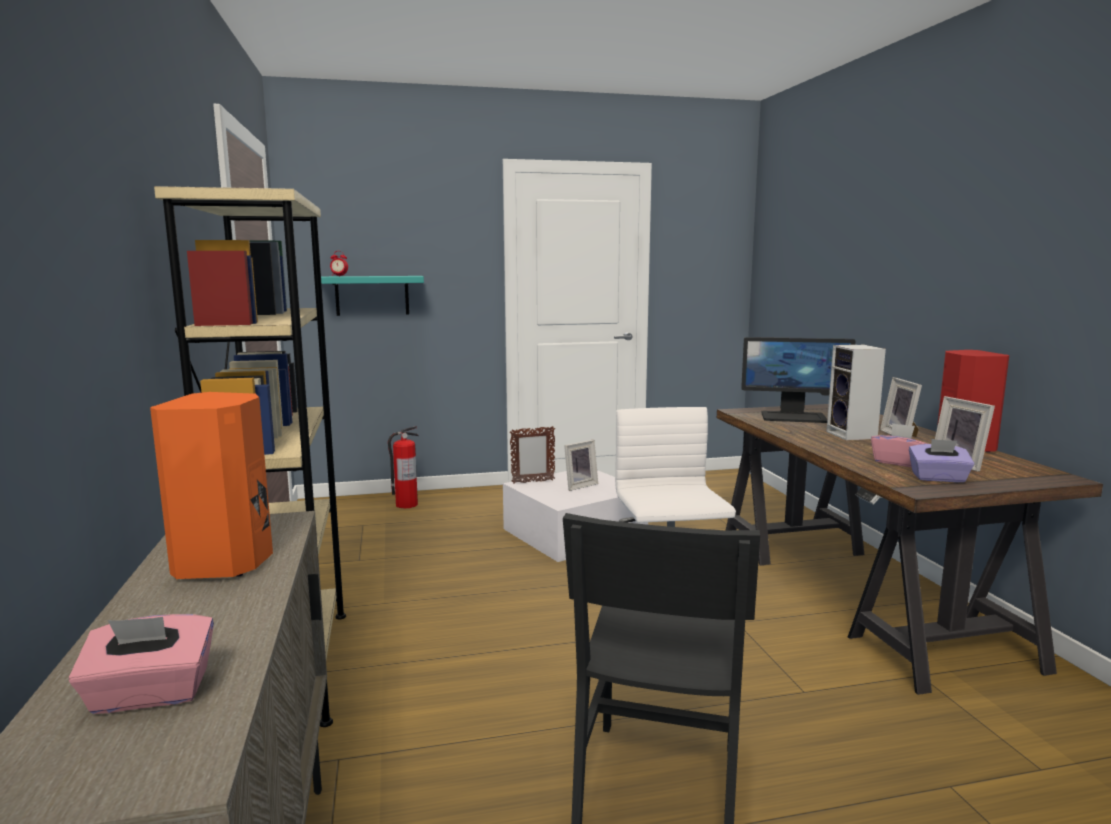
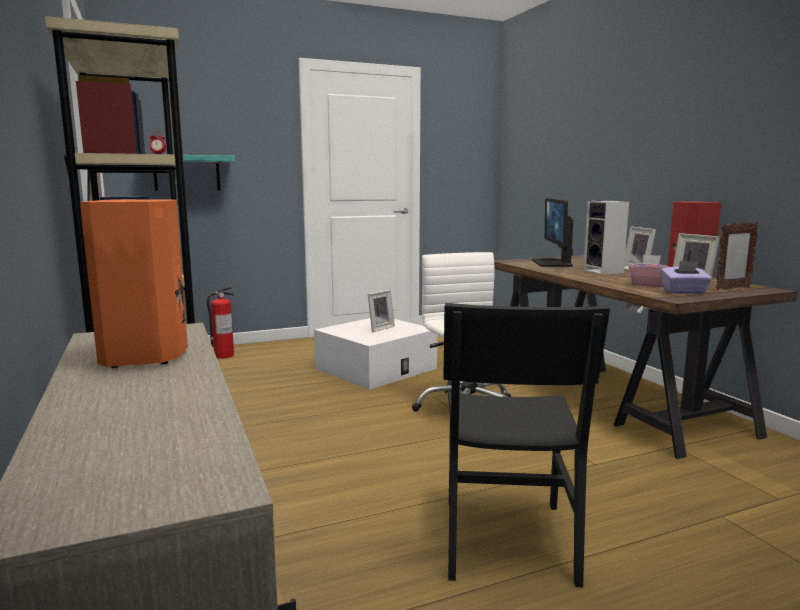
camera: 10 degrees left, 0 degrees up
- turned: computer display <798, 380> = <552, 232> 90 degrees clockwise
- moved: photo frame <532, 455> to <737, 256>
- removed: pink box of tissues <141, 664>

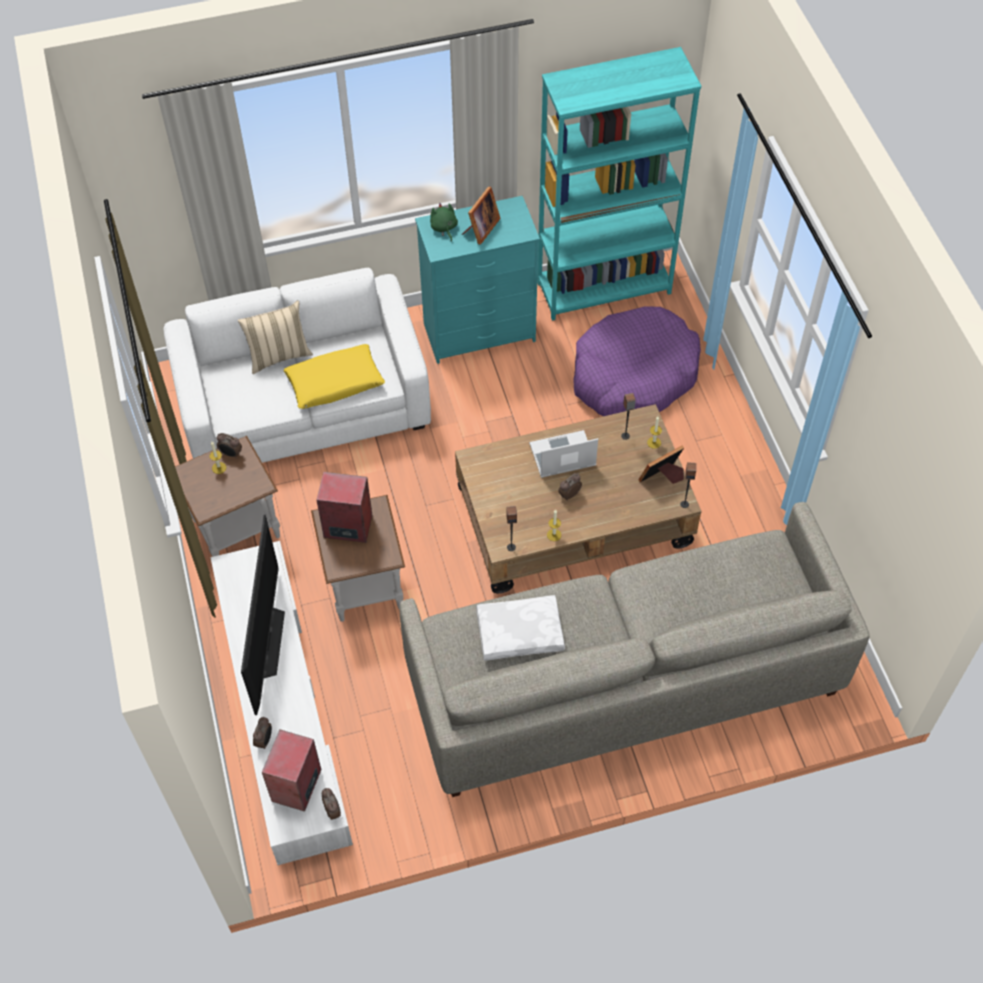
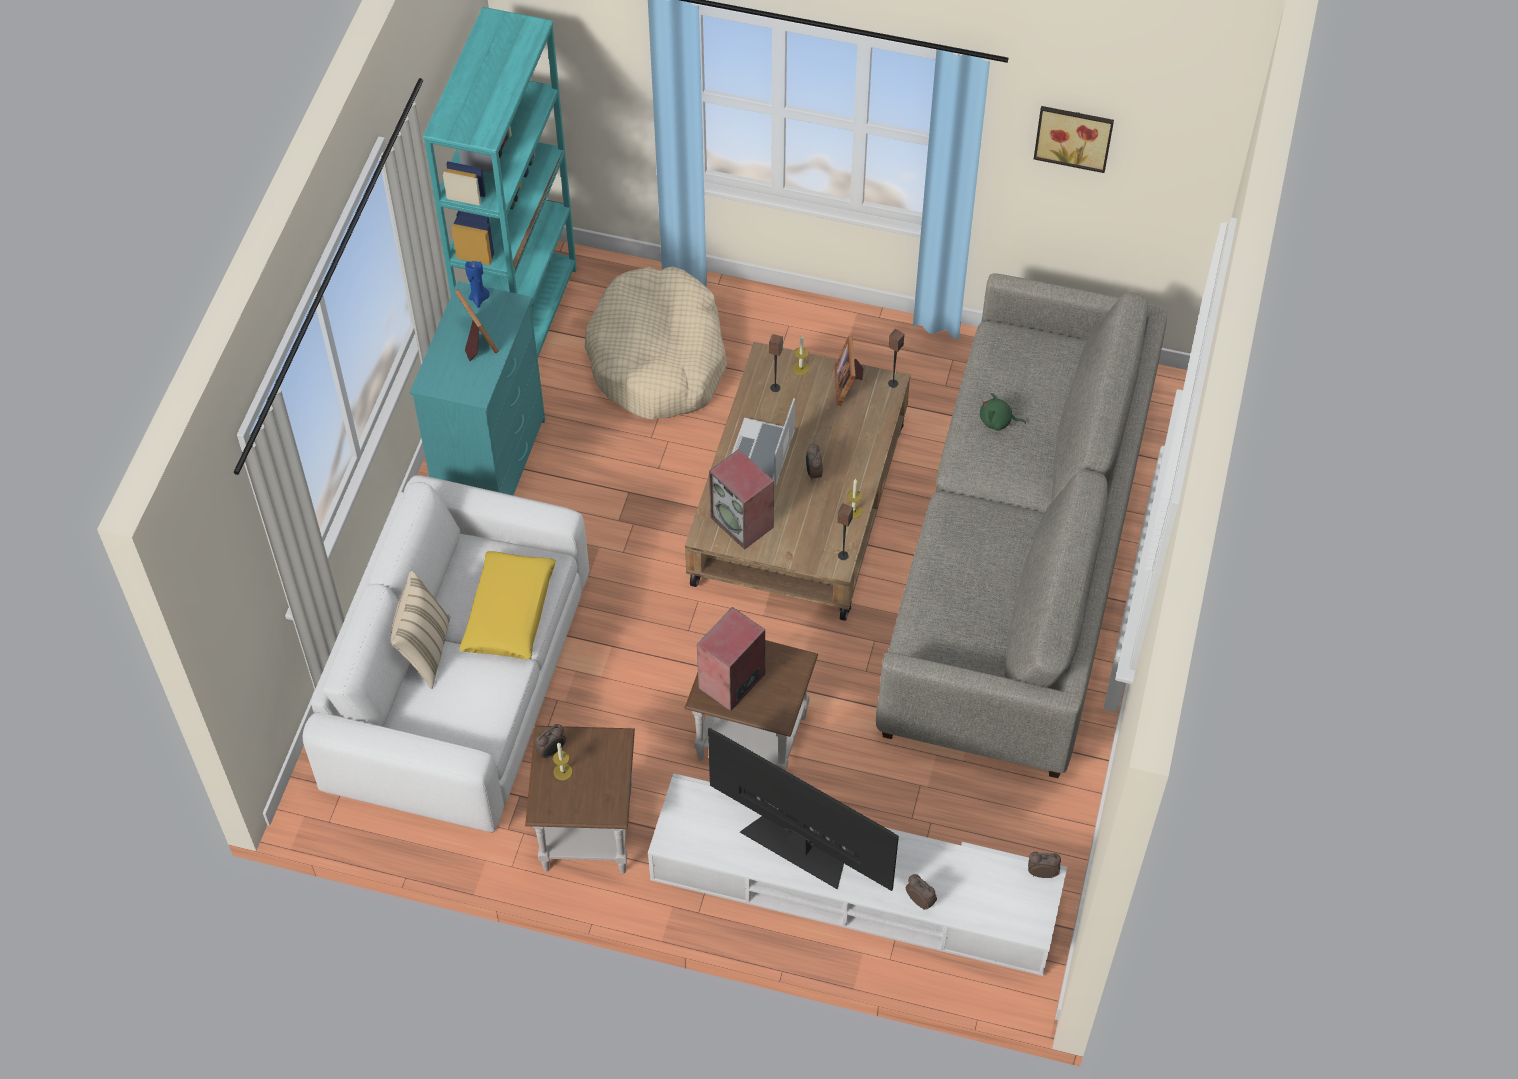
camera: 60 degrees left, 0 degrees up
- added: bluish wax light <477, 284>
- recoloured: purple dog cushion <637, 361> to beige-coloured dog cushion <656, 343>
- moved: audio speaker <291, 770> to <741, 499>
- moved: green plush toy <444, 222> to <1003, 412>
- added: wall art <1074, 139>
- removed: white-coloured throw pillow <520, 627>

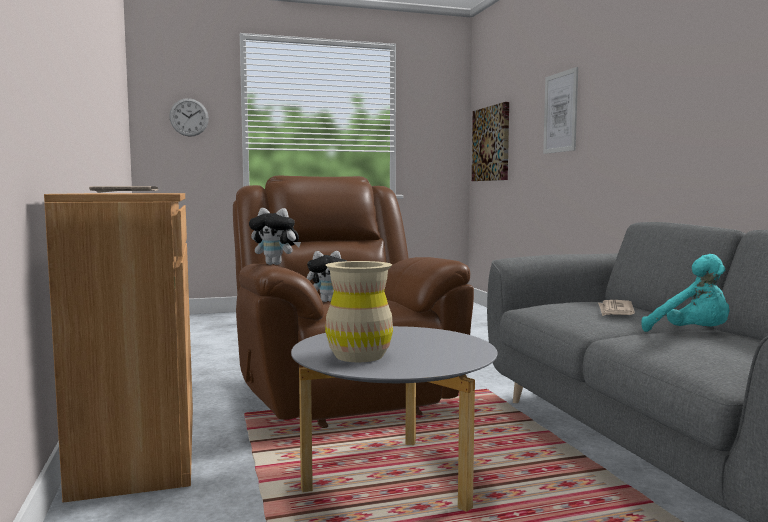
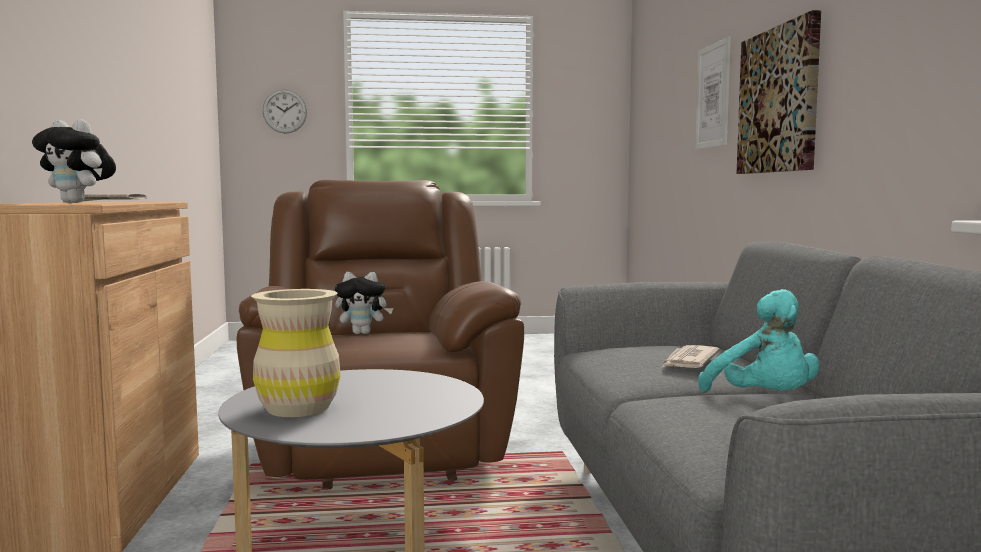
camera: 10 degrees right, 0 degrees up
- moved: plush toy <275, 236> to <74, 161>
- moved: wall art <490, 141> to <779, 92>

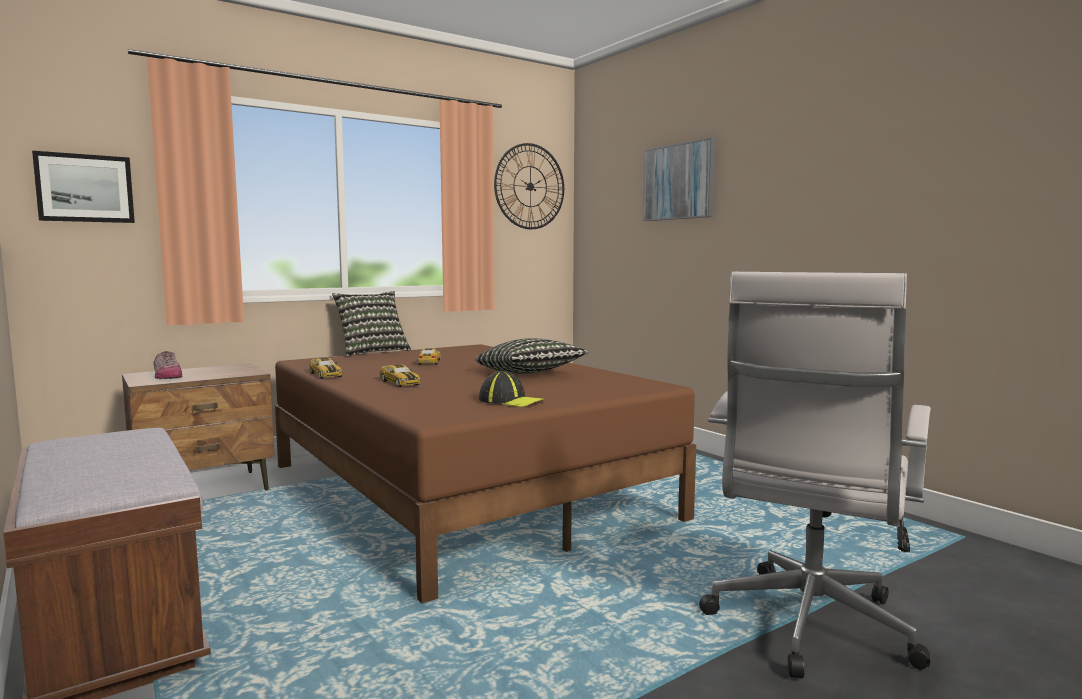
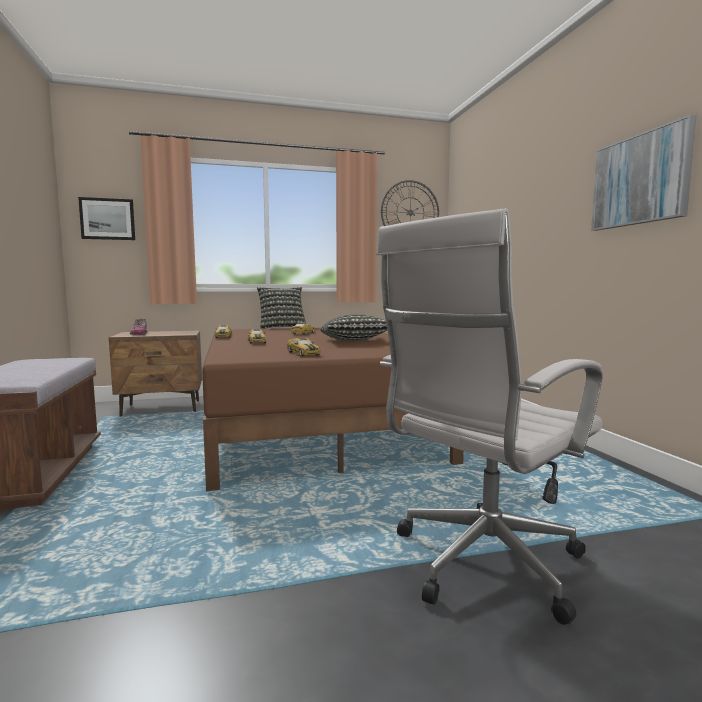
camera: 20 degrees right, 0 degrees up
- replaced: cap <512, 389> to miniature car <303, 347>
- moved: wall art <679, 179> to <644, 172>

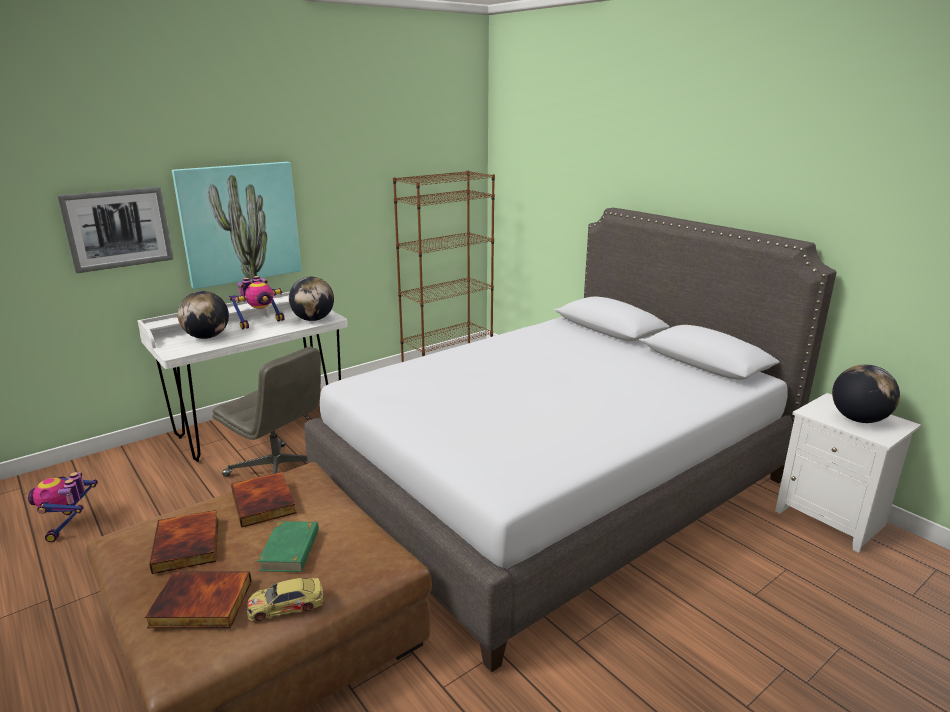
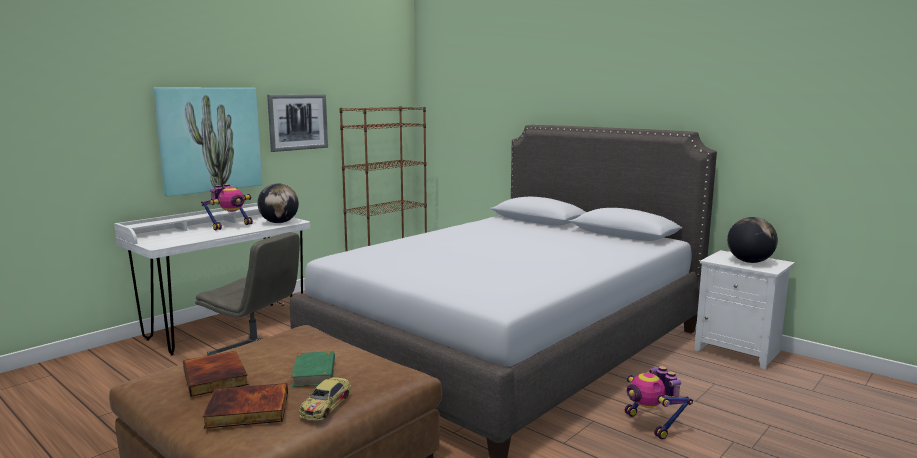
camera: 10 degrees left, 10 degrees down
- moved: wall art <115, 230> to <297, 123>
- turned: miniature car <285, 599> = <325, 398> 45 degrees counterclockwise
- moved: toy robot <63, 507> to <659, 403>
- removed: desk globe <203, 315>
- removed: volume <264, 499>

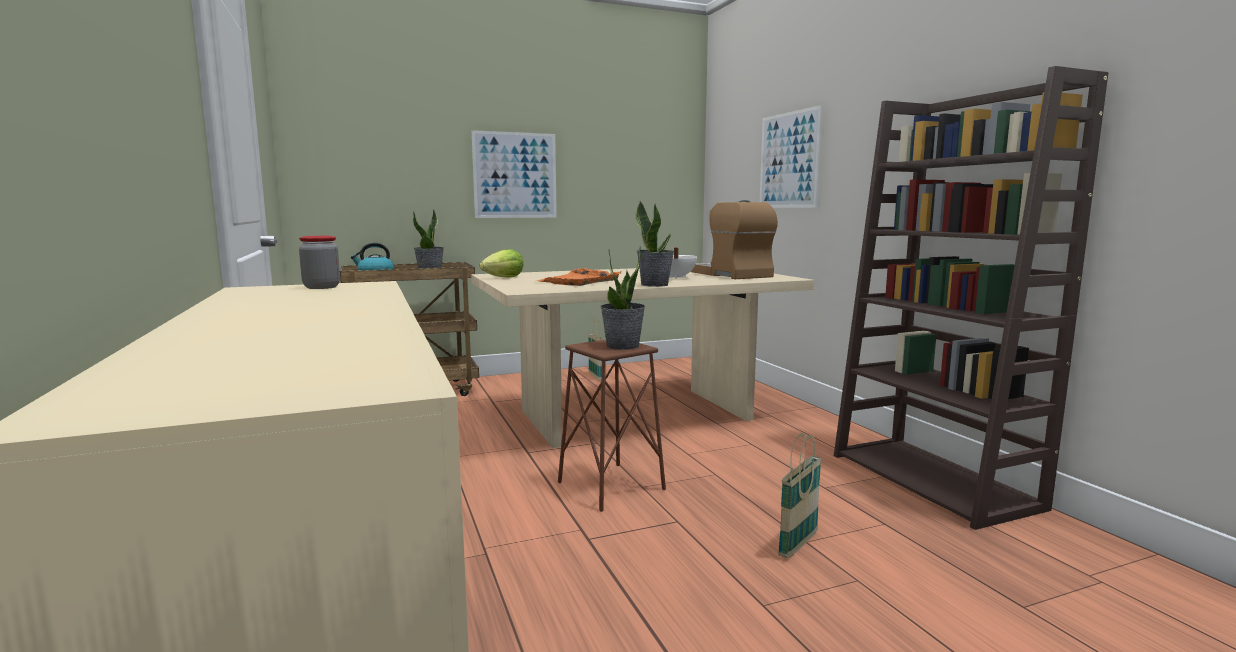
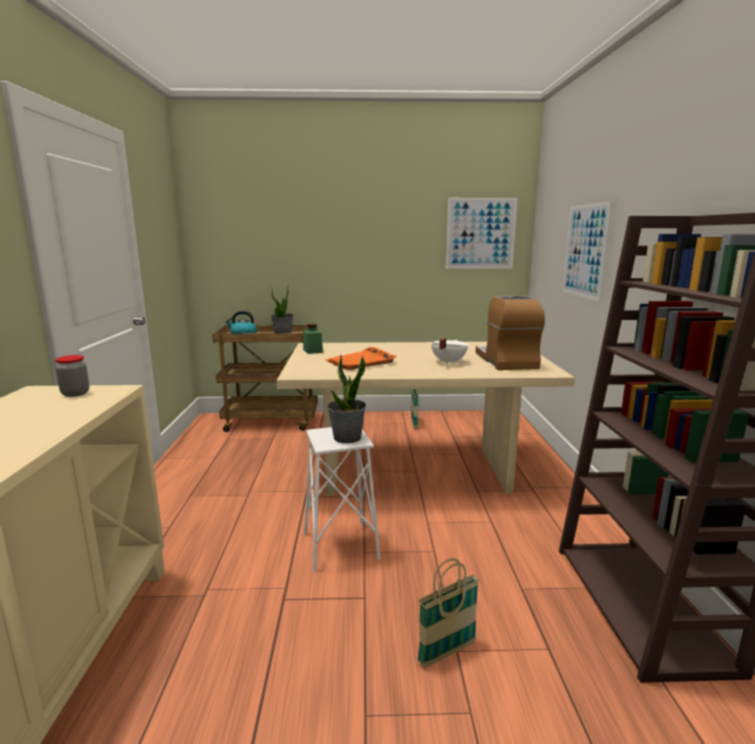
camera: 20 degrees right, 5 degrees up
- replaced: lettuce head <501, 263> to green preserve jar <313, 339>
- recoloured: brownish stool <612, 425> to white-coloured stool <342, 499>
- moved: wall art <514, 174> to <481, 233>
- removed: plant in a pot <655, 244>

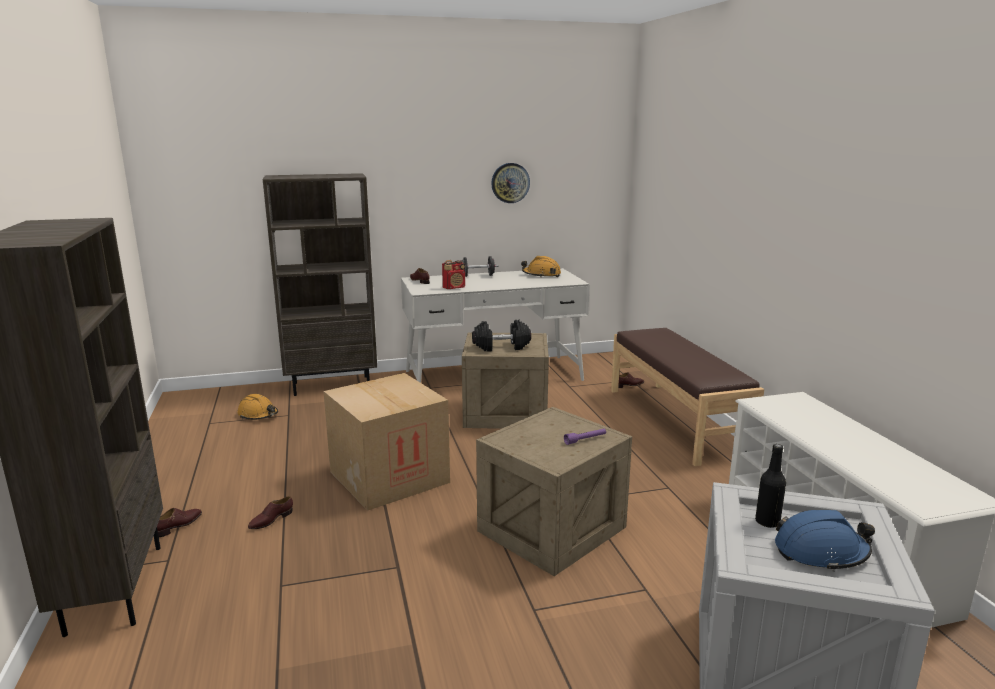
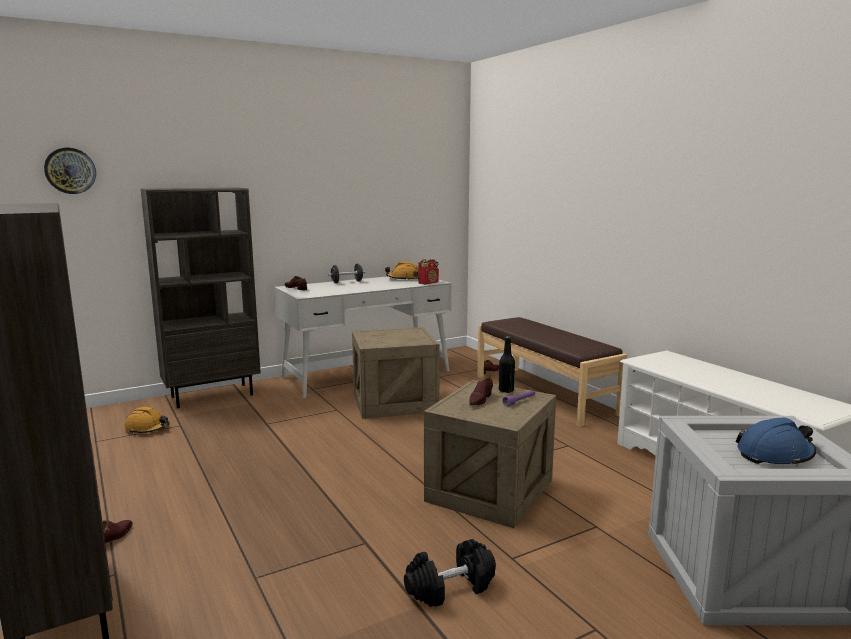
camera: 15 degrees left, 5 degrees down
- moved: hanging clock <510, 183> to <70, 171>
- moved: blackish free weight <501, 336> to <450, 573>
- moved: radio receiver <454, 274> to <429, 271>
- moved: brownish item of footwear <270, 512> to <481, 391>
- moved: blackish beverage bottle <770, 486> to <507, 364>
- removed: carton <386, 442>

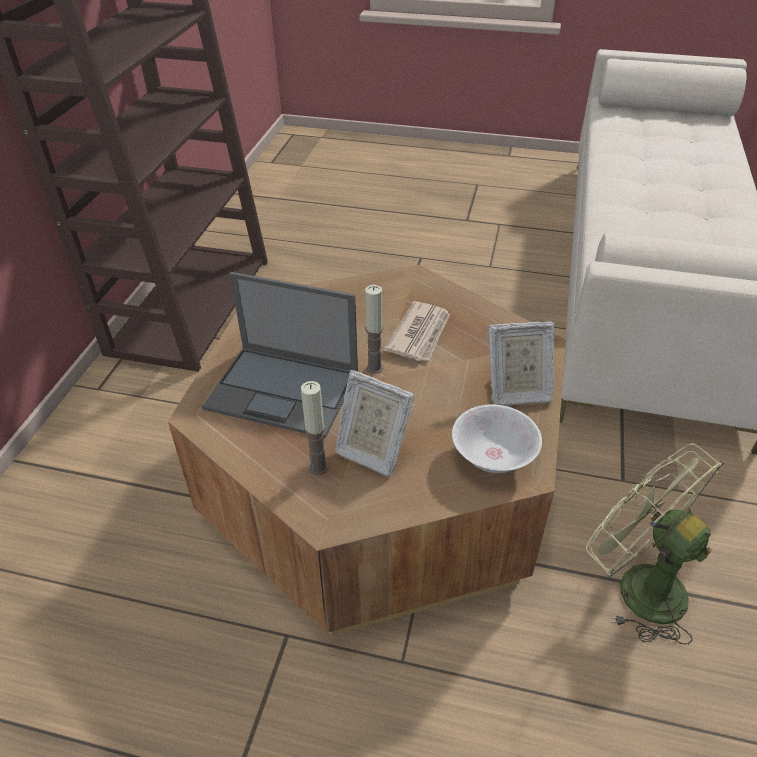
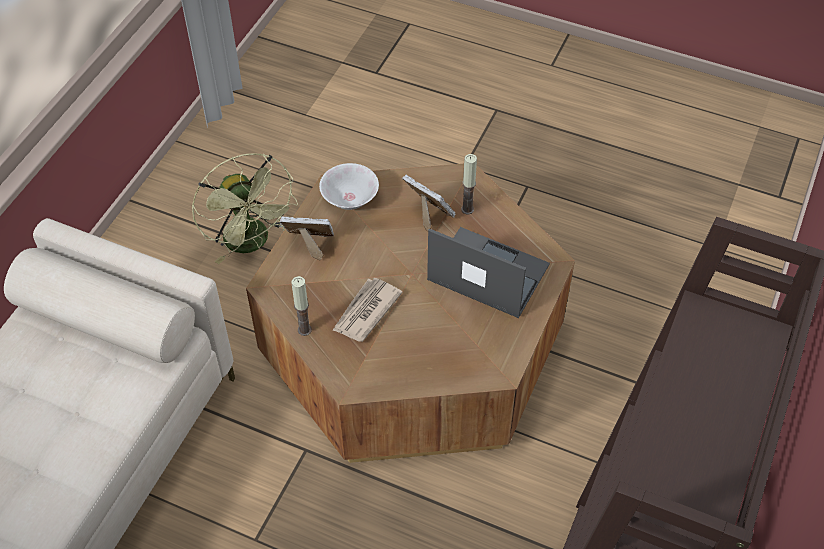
camera: 170 degrees left, 10 degrees up
- moved: wax light <374, 329> to <301, 306>

